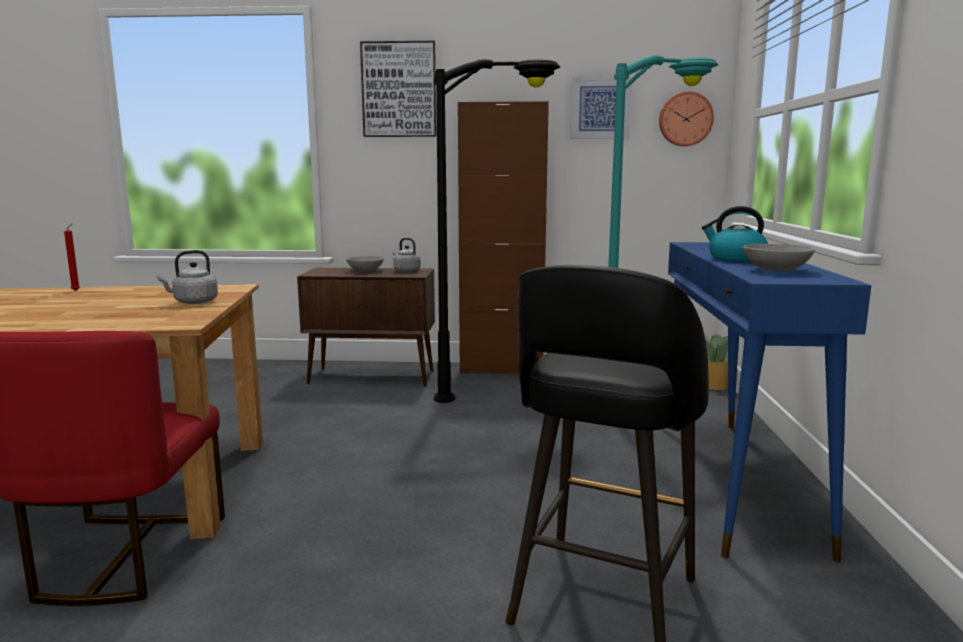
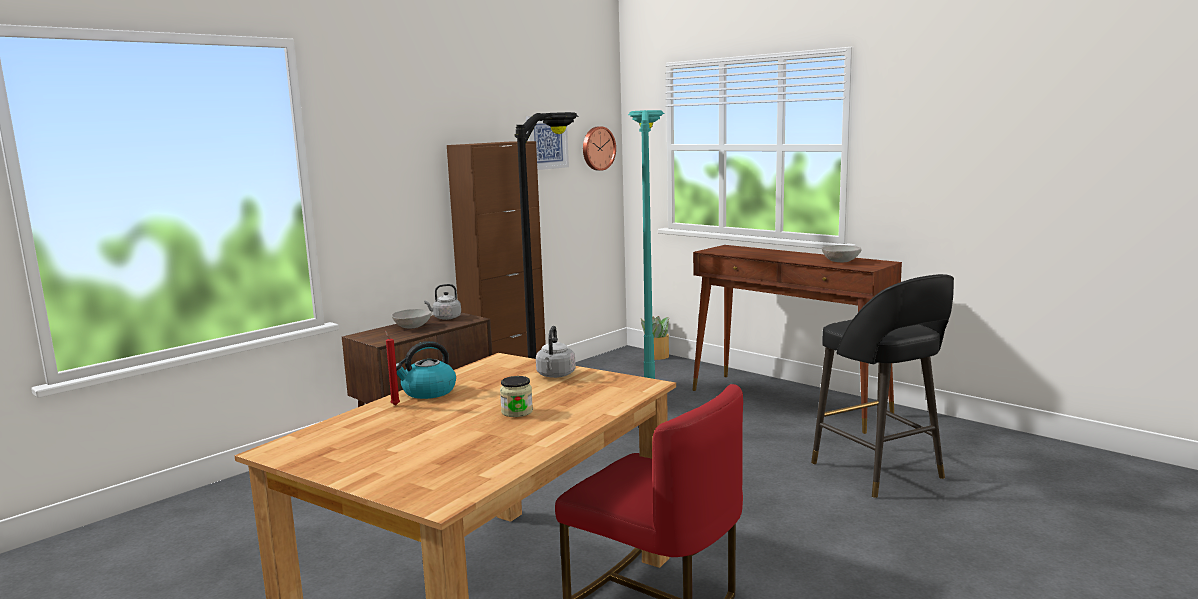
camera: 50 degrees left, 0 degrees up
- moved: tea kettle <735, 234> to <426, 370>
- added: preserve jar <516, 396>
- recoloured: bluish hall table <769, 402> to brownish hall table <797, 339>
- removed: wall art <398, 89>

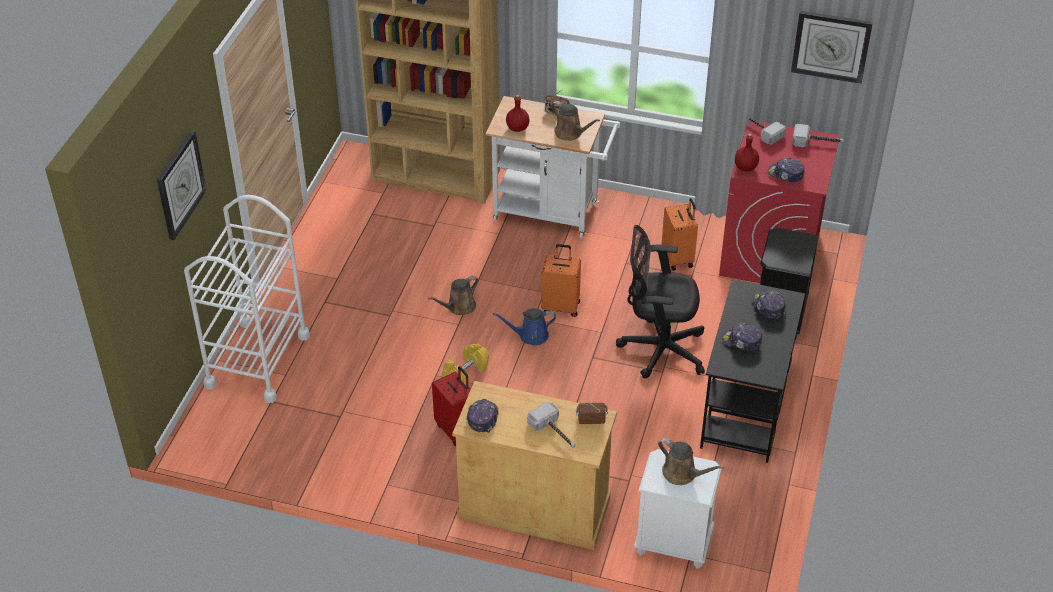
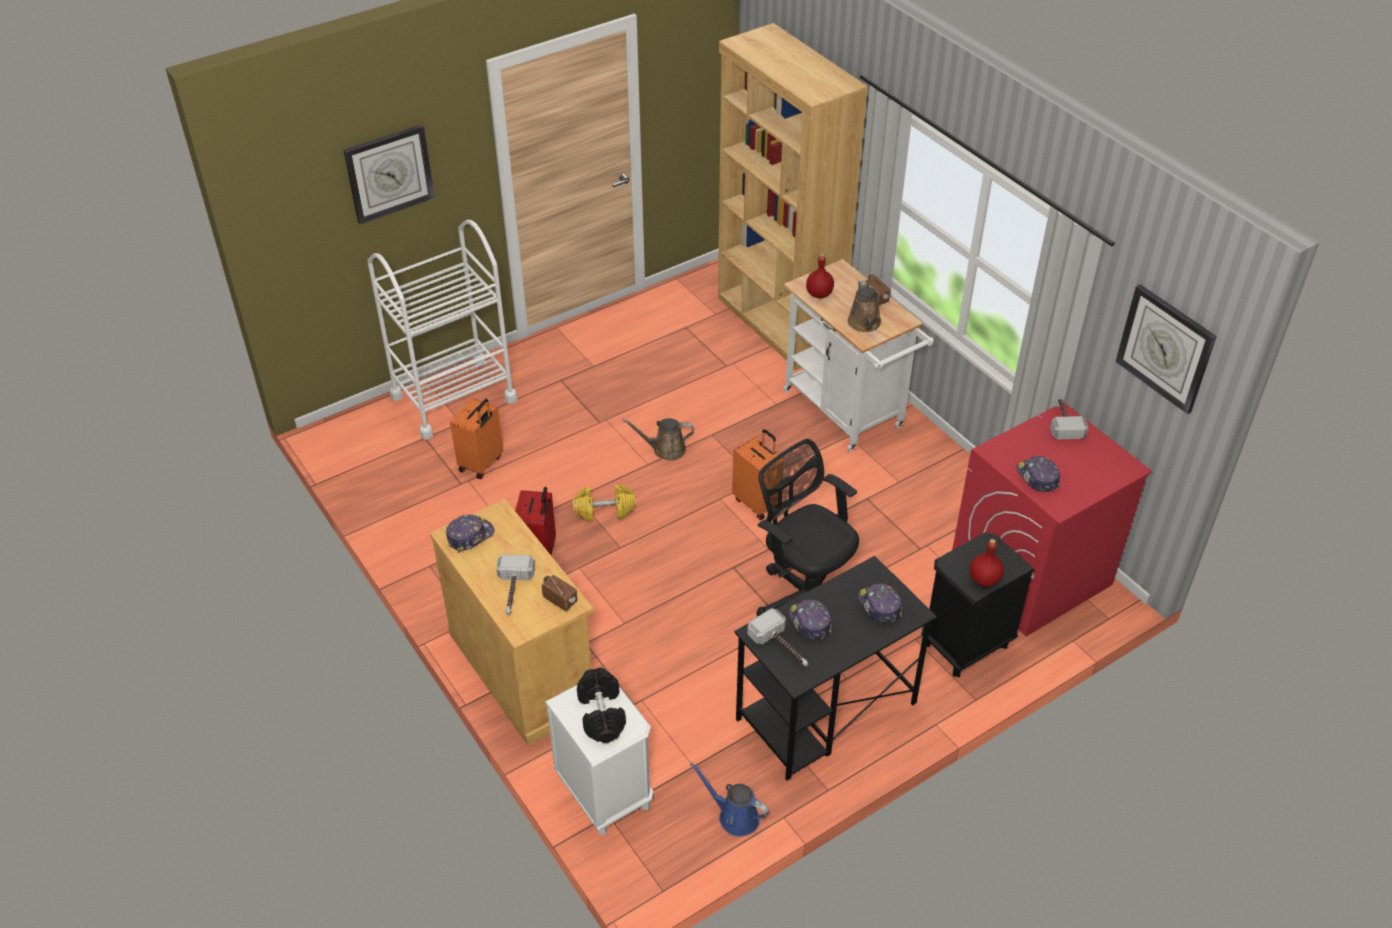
camera: 40 degrees right, 0 degrees up
- moved: orange piece of luggage <680, 234> to <476, 438>
- replaced: brownish watering pot <691, 461> to blackish free weight <601, 705>
- moved: bluish watering pot <524, 327> to <729, 799>
- moved: tool hammer <818, 135> to <777, 637>
- turned: cap <769, 304> = <880, 603> 45 degrees counterclockwise
- moved: reddish beverage bottle <747, 152> to <987, 563>

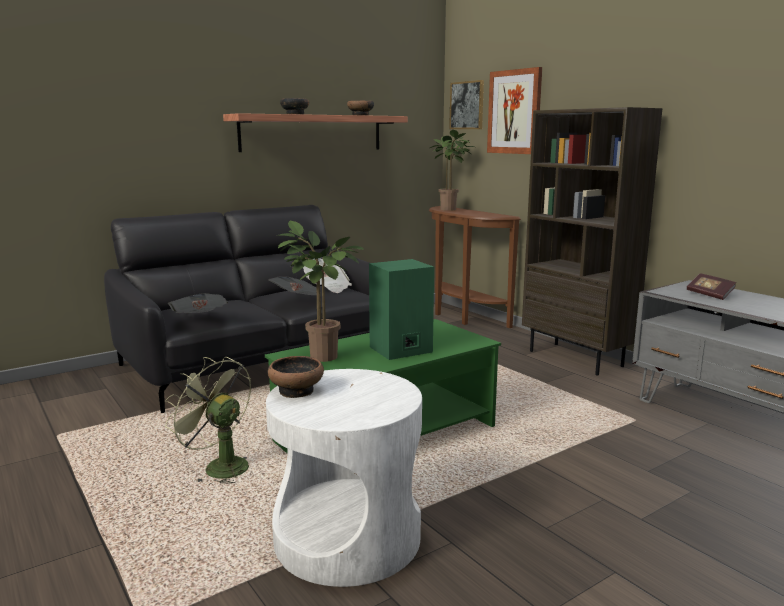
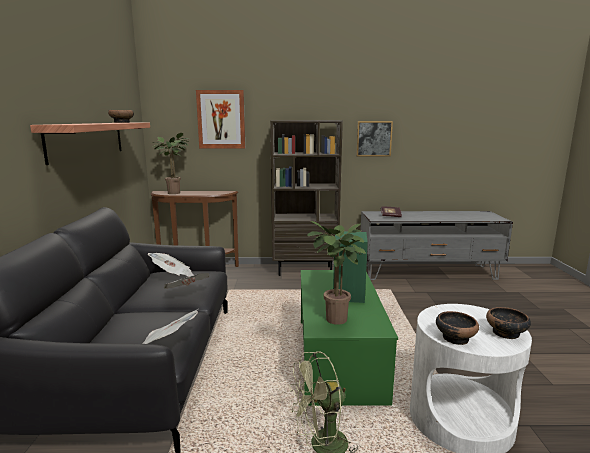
camera: 55 degrees left, 0 degrees up
- moved: wall art <466, 104> to <374, 138>
- moved: deep dish <294, 106> to <508, 323>

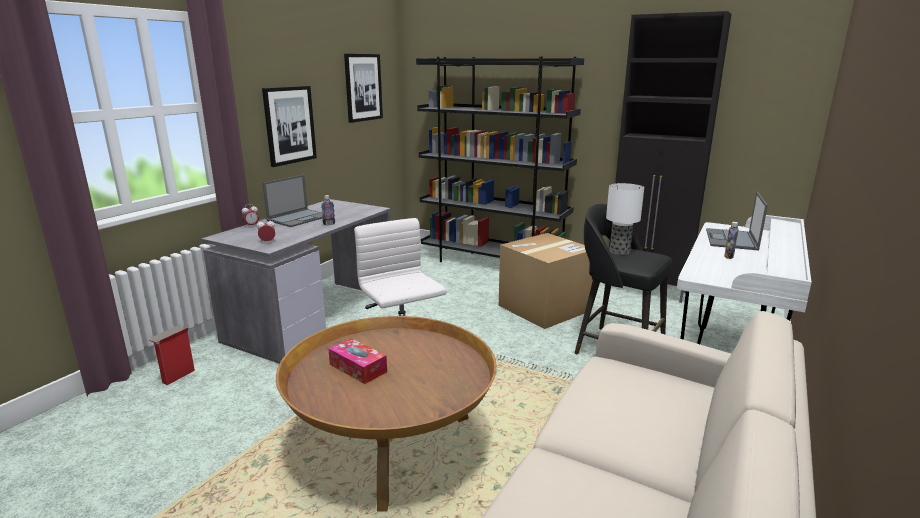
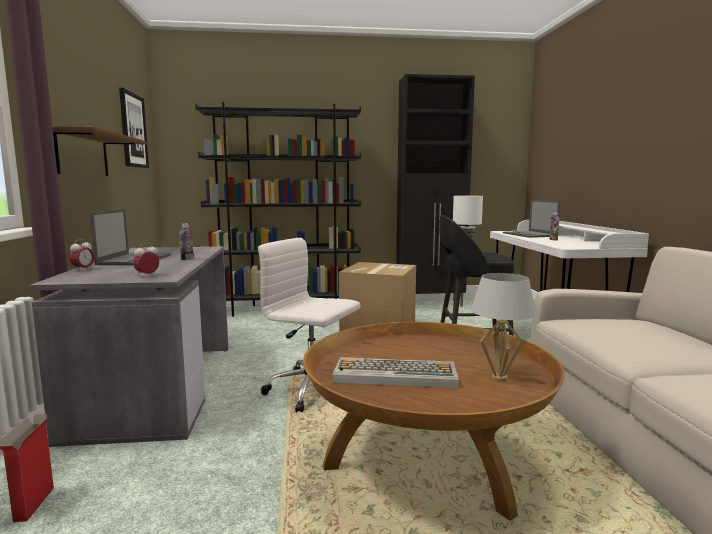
camera: 35 degrees left, 10 degrees down
- replaced: wall art <289, 126> to brownish bracket shelf <99, 151>
- replaced: box of tissues <357, 361> to computer keyboard <396, 372>
- added: white-coloured lamp for a table <504, 327>

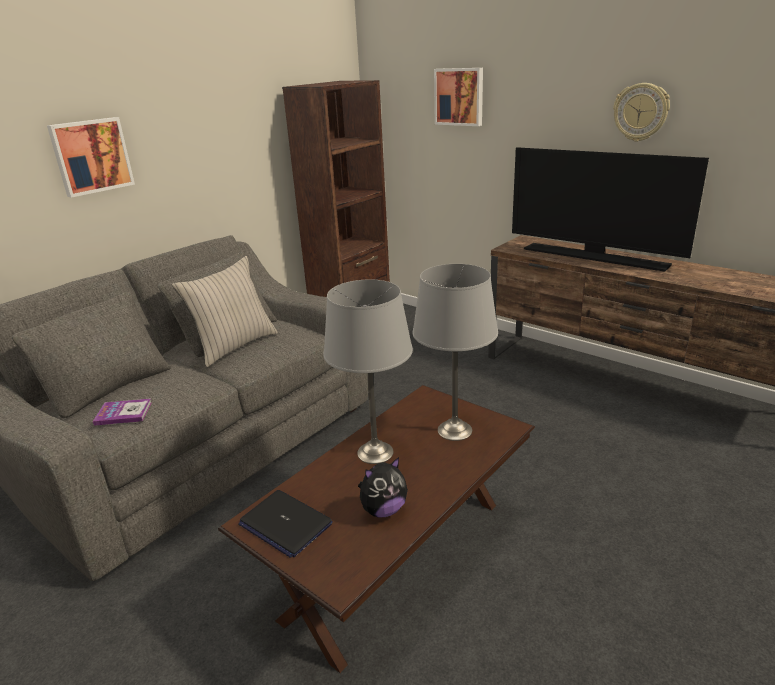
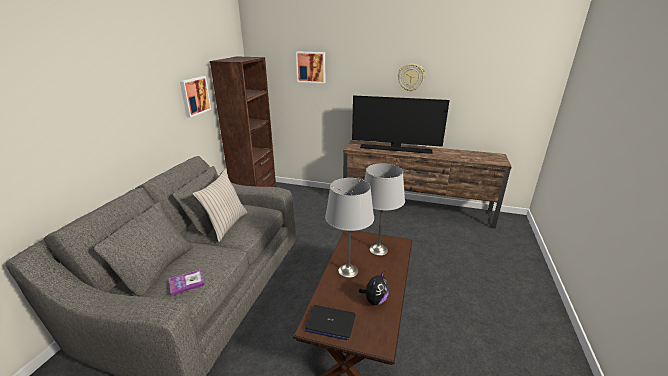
camera: 25 degrees left, 0 degrees up
- moved: wall art <91, 157> to <195, 97>

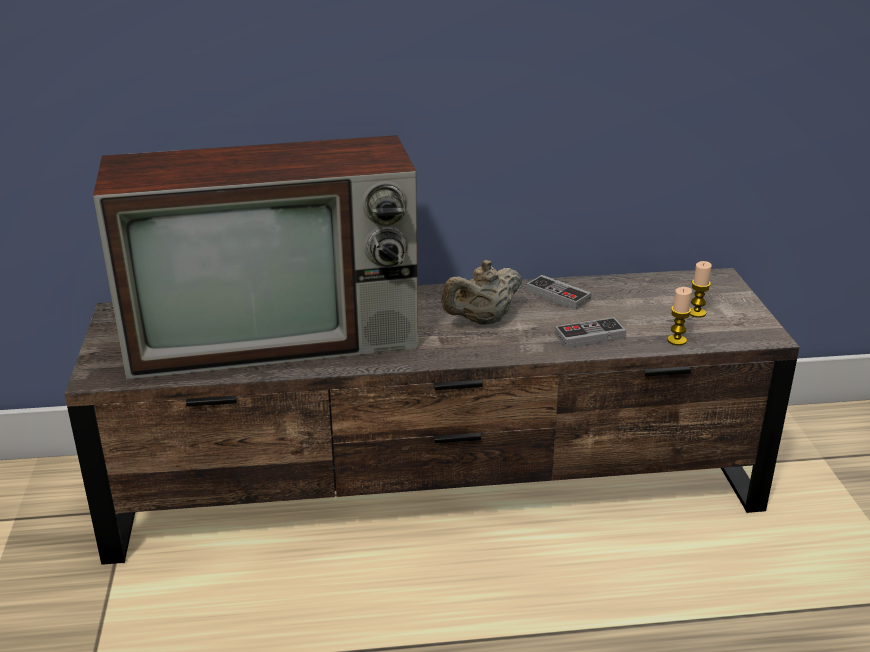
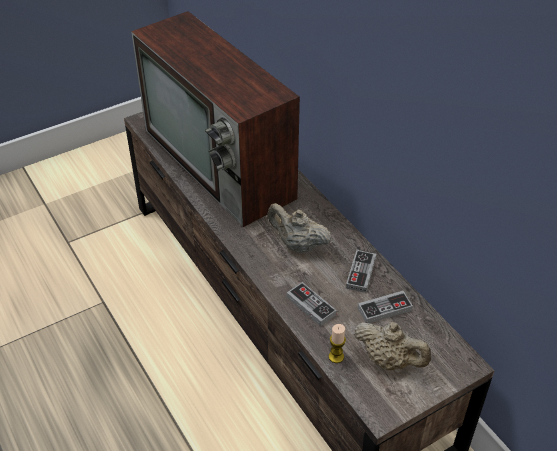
camera: 65 degrees right, 15 degrees up
- replaced: wax light <701, 289> to beige-coloured teapot <392, 346>
- added: joypad <385, 307>

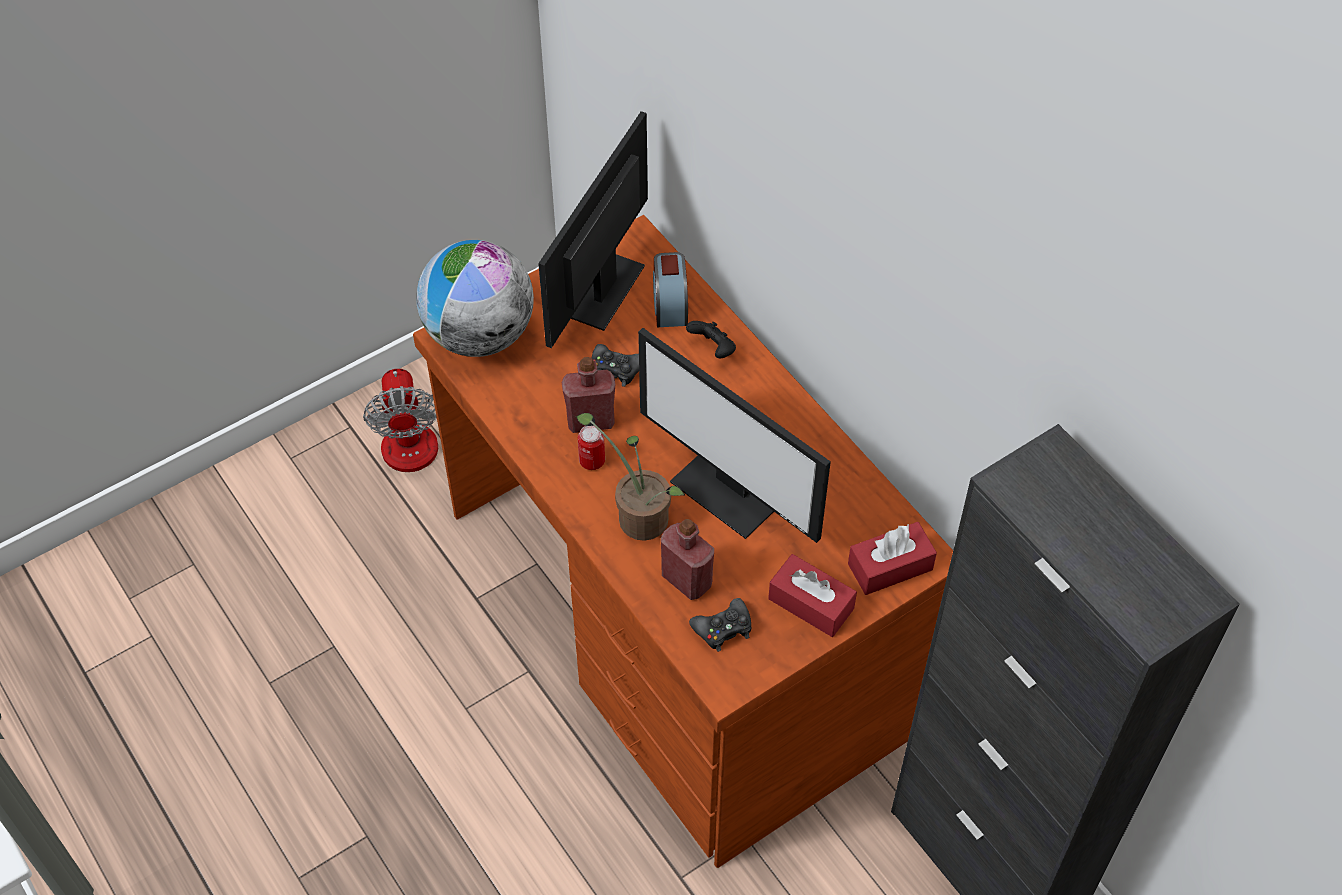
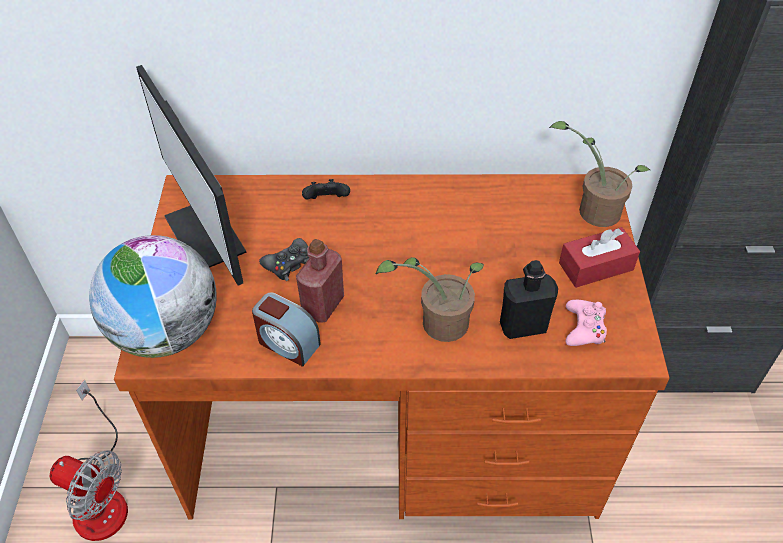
camera: 55 degrees left, 5 degrees down
- moved: alarm clock <670, 289> to <286, 330>
- recoloured: reddish beverage bottle <687, 559> to blackish beverage bottle <529, 299>
- replaced: reddish box of tissues <892, 558> to plant in a pot <599, 174>
- recoloured: blackish joypad <720, 625> to pink joypad <586, 323>
- removed: sealed can <591, 447>
- removed: computer display <734, 435>

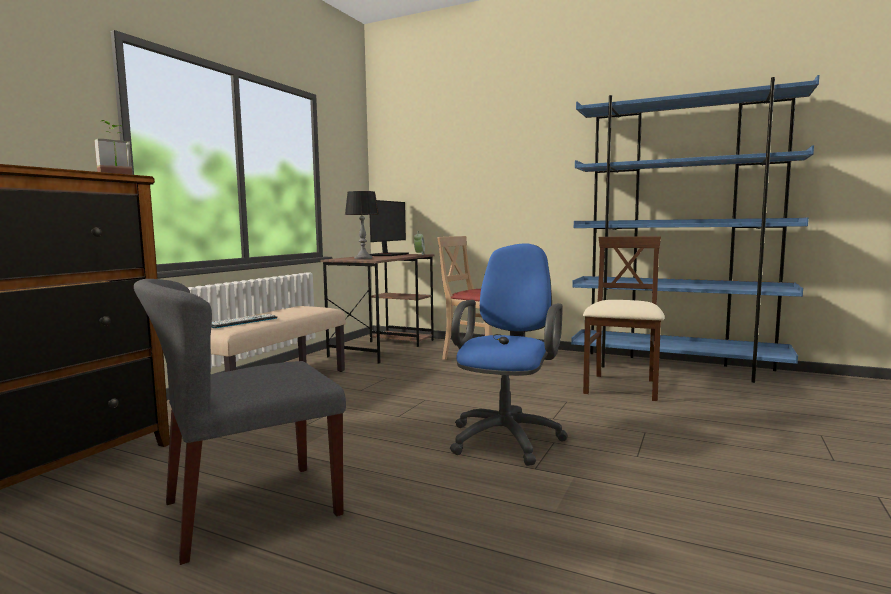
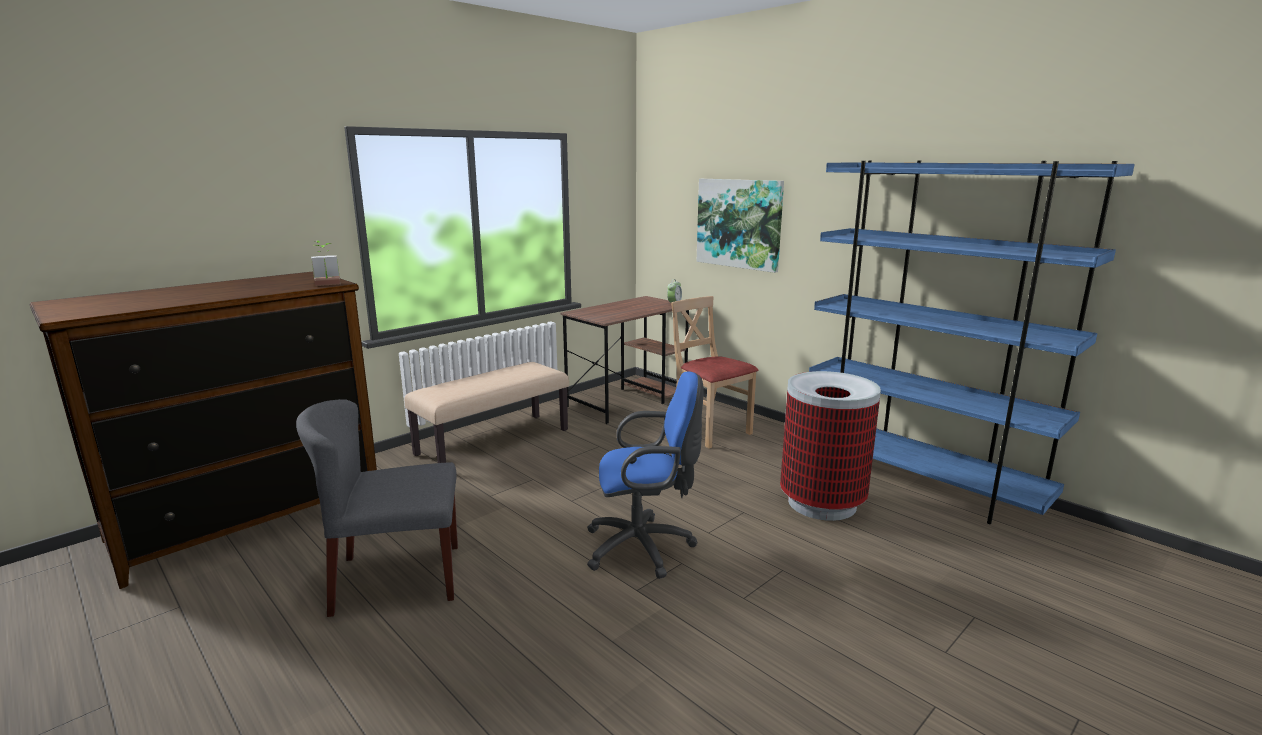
camera: 20 degrees right, 10 degrees up
- turned: bluish desk chair <509, 354> = <645, 475> 45 degrees clockwise
- added: wall art <740, 226>
- replaced: beige-coloured chair <624, 319> to waste bin <830, 446>
- removed: computer keyboard <244, 321>
- removed: lamp for a table <362, 225>
- removed: computer display <389, 228>

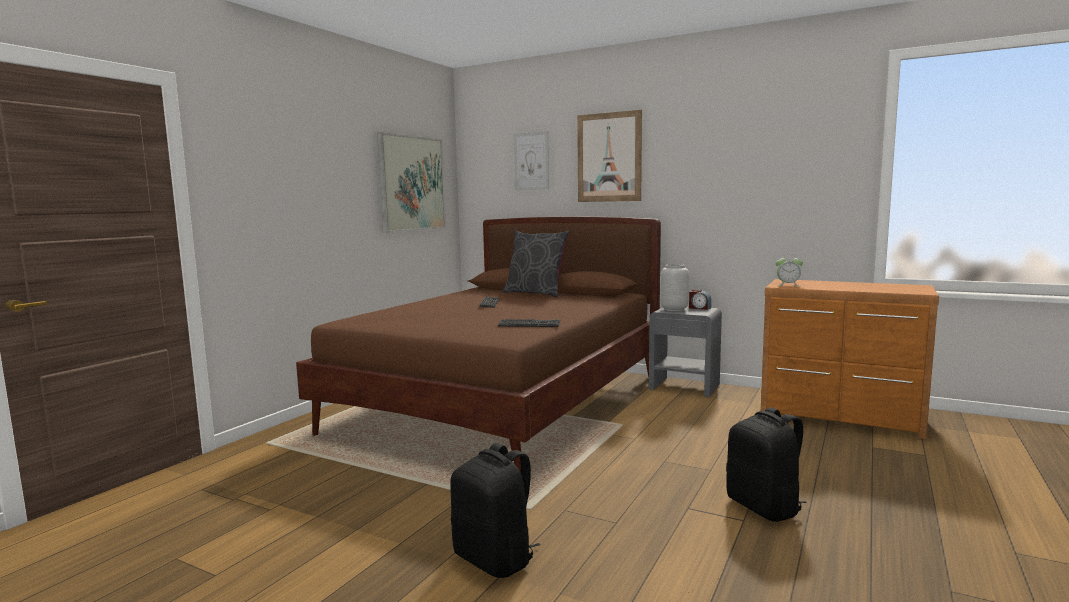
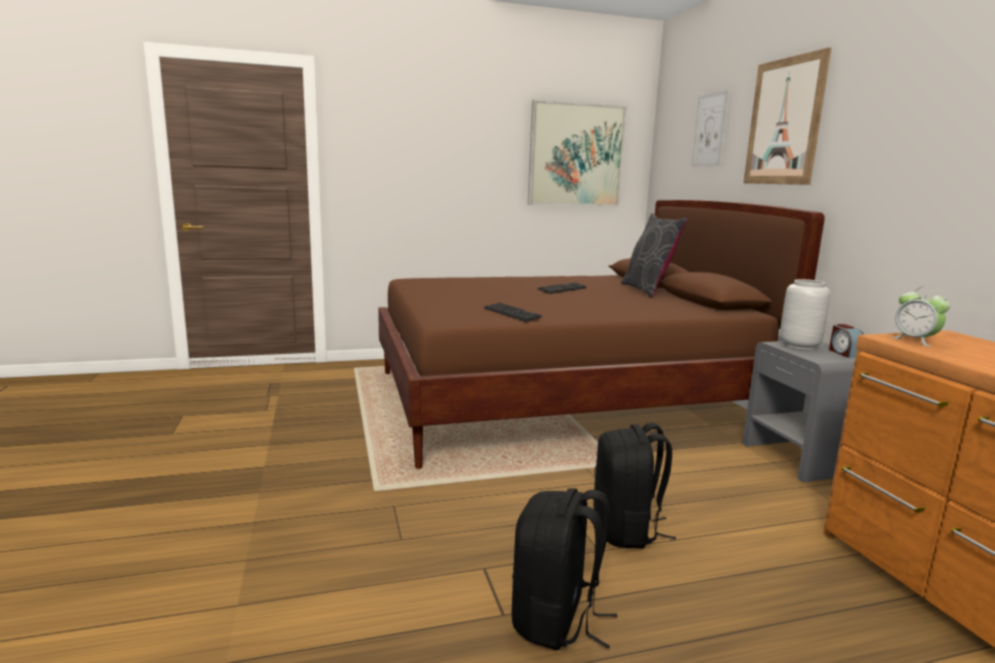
camera: 45 degrees right, 5 degrees up
- moved: blackish backpack <495, 510> to <634, 486>

